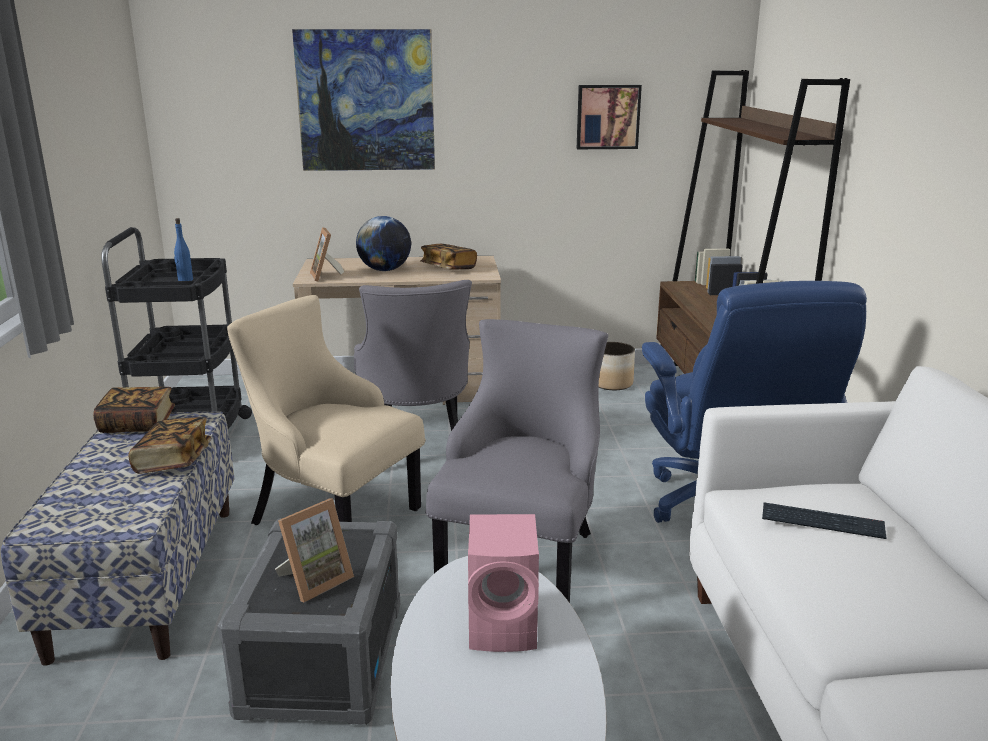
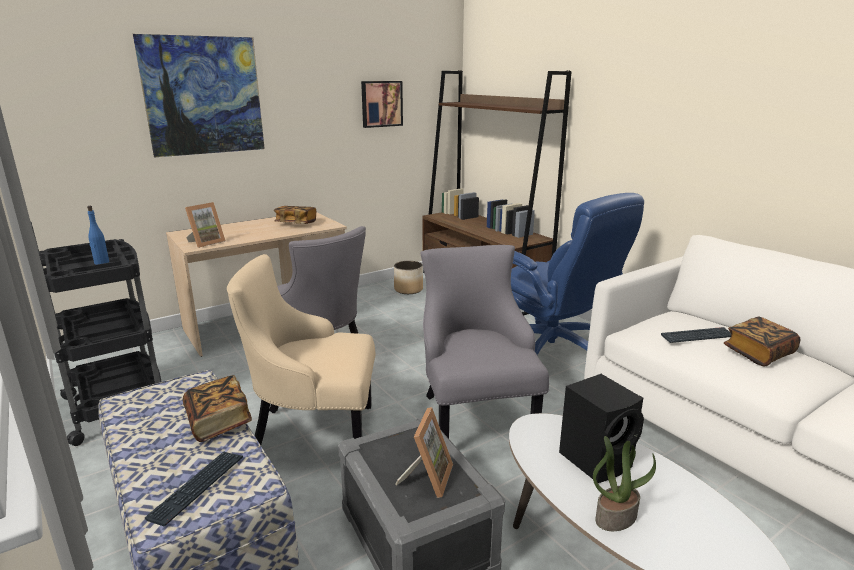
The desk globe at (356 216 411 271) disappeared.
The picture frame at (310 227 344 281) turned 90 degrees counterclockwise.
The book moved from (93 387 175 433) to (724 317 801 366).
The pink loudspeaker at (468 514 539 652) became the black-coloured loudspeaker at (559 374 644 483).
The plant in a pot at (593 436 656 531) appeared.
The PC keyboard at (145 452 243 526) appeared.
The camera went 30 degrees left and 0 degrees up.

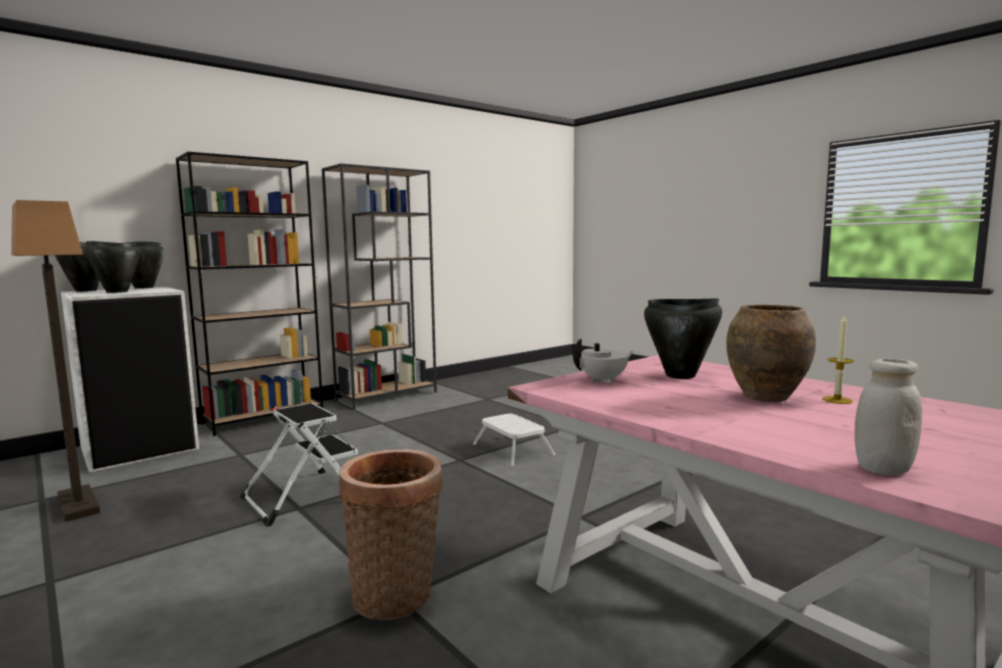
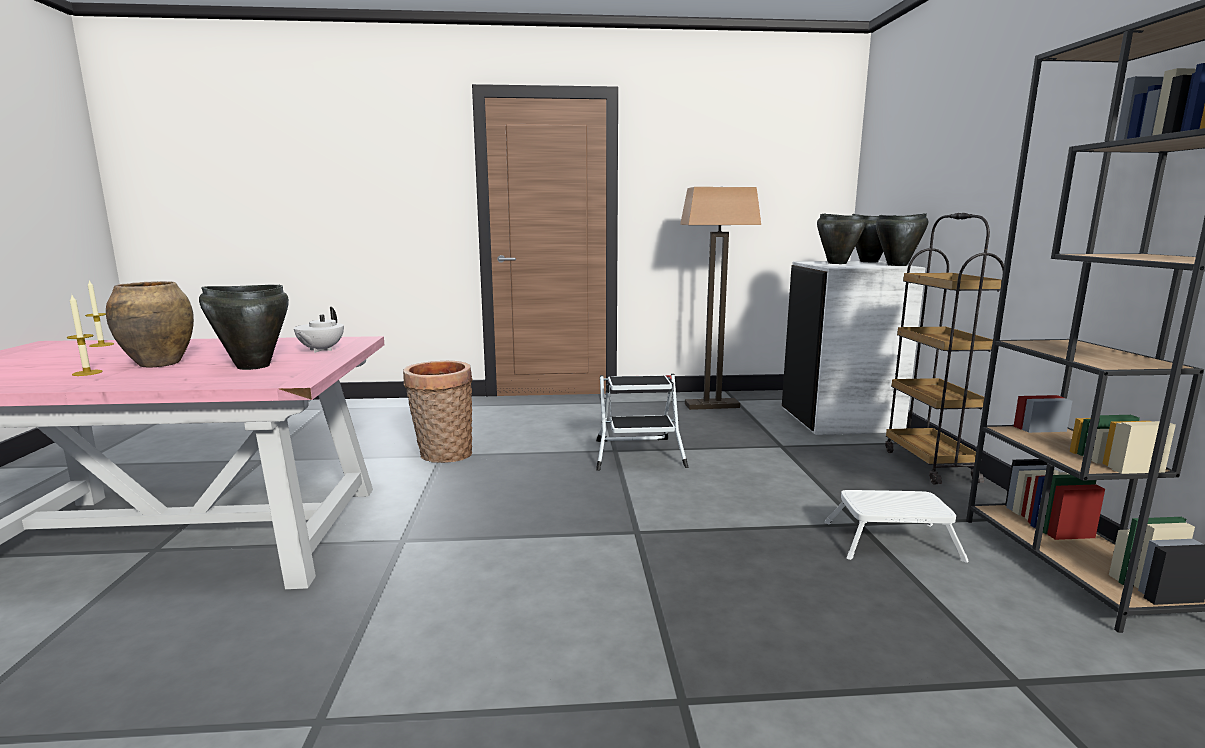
The beige-coloured bookcase at (176 152 323 436) was replaced by the brown trolley at (885 213 1004 485).
The whitish jar at (855 359 922 476) was replaced by the wax light at (85 280 114 347).
The whitish step ladder moved from (473 414 555 466) to (824 490 969 563).
The camera went 125 degrees right and 5 degrees up.

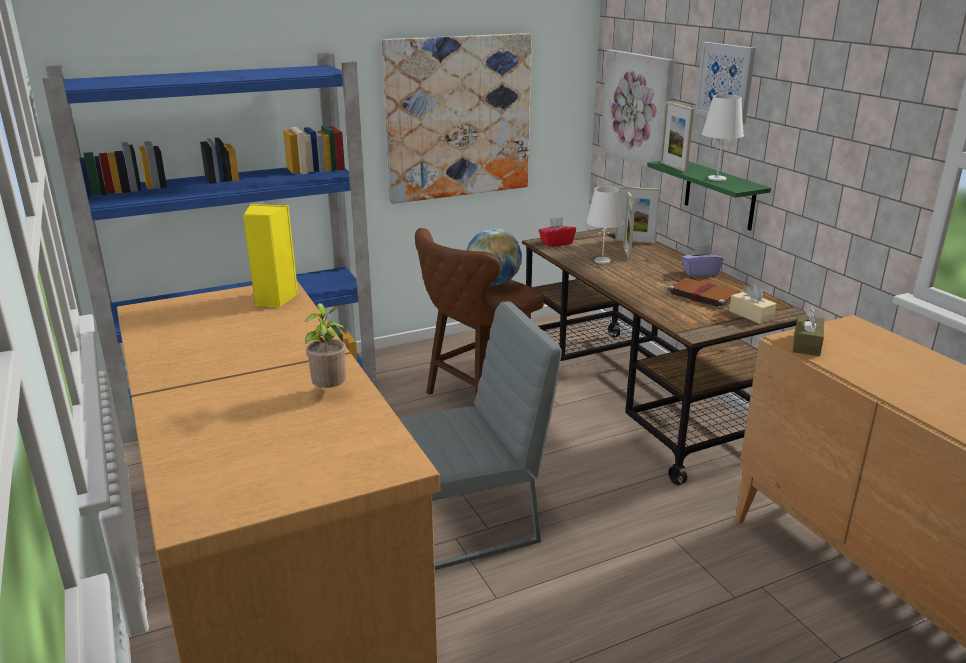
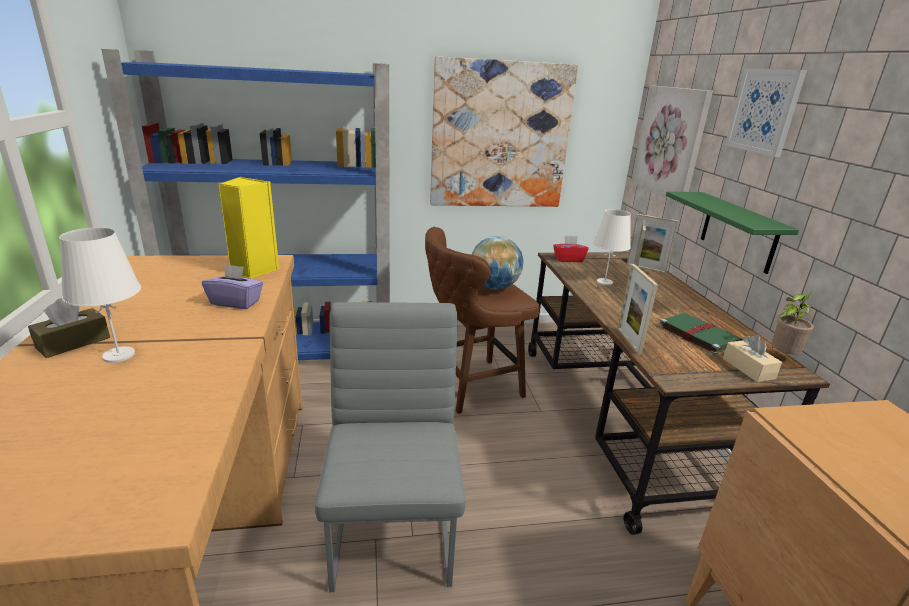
The whitish table lamp moved from (702 94 744 181) to (59 227 141 363).
The picture frame moved from (660 102 694 172) to (618 264 658 355).
The purplish tissue holder moved from (681 245 724 277) to (202 264 263 309).
The brown book at (667 278 740 309) became the greenish book at (658 313 742 355).
The greyish plain chair at (399 301 562 570) turned 90 degrees counterclockwise.
The plant in a pot moved from (304 303 346 388) to (772 291 815 355).
The brown tissue holder moved from (793 306 824 356) to (28 298 110 358).
The camera went 15 degrees right and 0 degrees up.

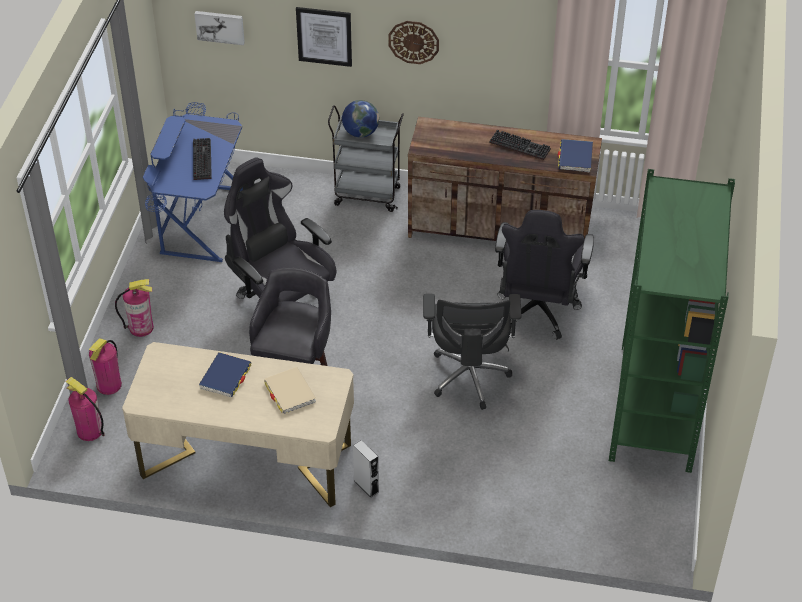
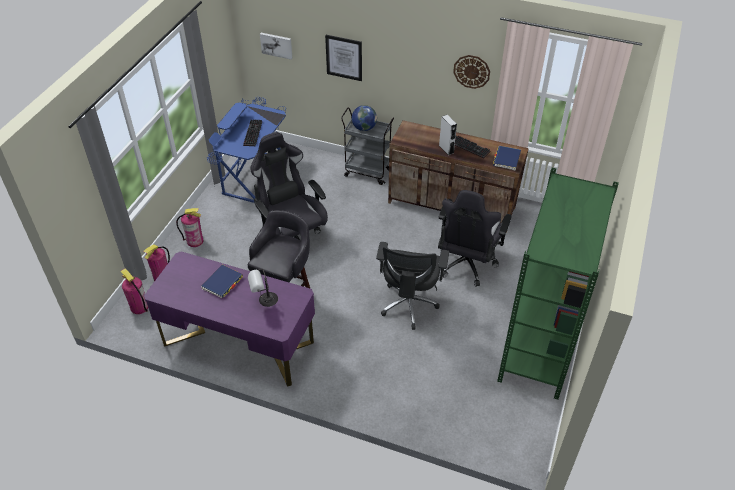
The clock on the wall moved from (388 21 439 64) to (453 55 490 89).
The beige-coloured desk table at (122 342 354 507) became the purplish desk table at (144 251 315 387).
The beige-coloured book at (264 367 316 414) was replaced by the table lamp at (248 269 278 307).
The greyish loudspeaker moved from (353 440 379 497) to (439 115 457 155).
The camera went 10 degrees right and 0 degrees up.

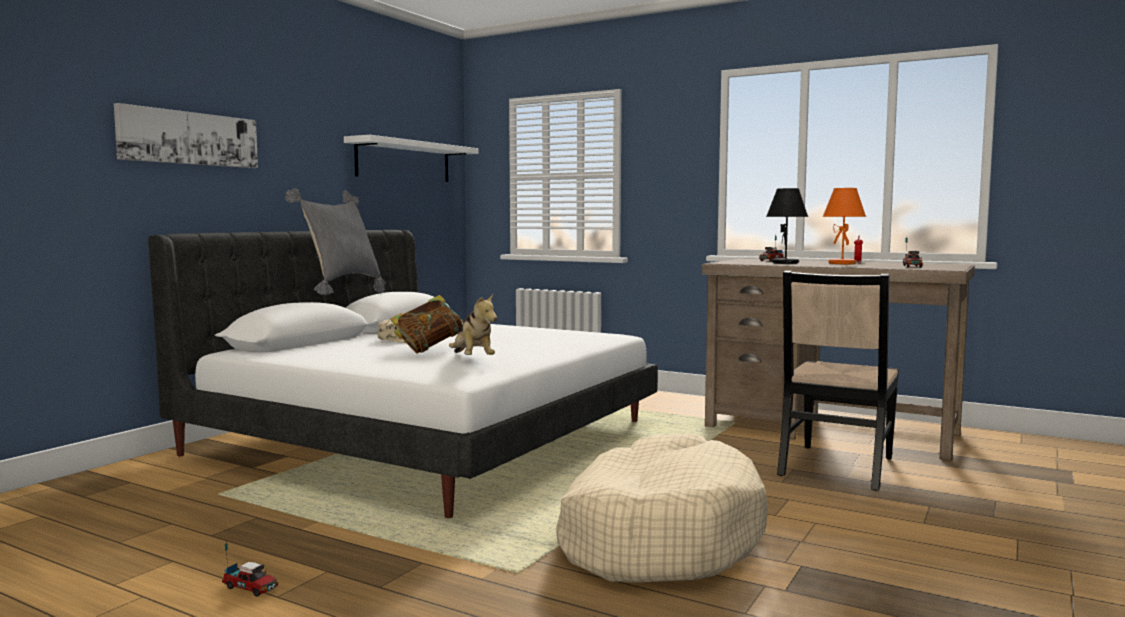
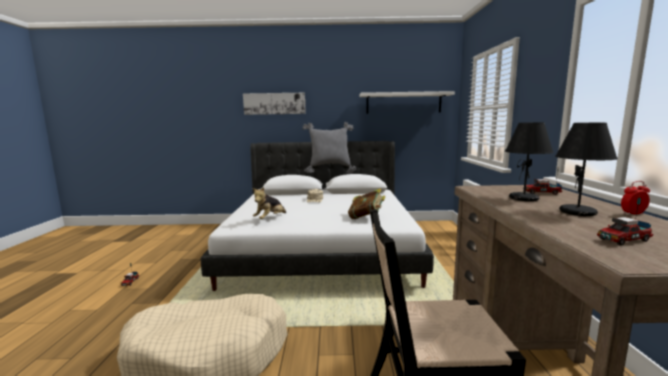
The orangey table lamp at (822 188 866 264) became the black-coloured table lamp at (555 123 618 216).
The book moved from (390 295 464 353) to (348 189 385 219).
The camera went 60 degrees right and 5 degrees up.

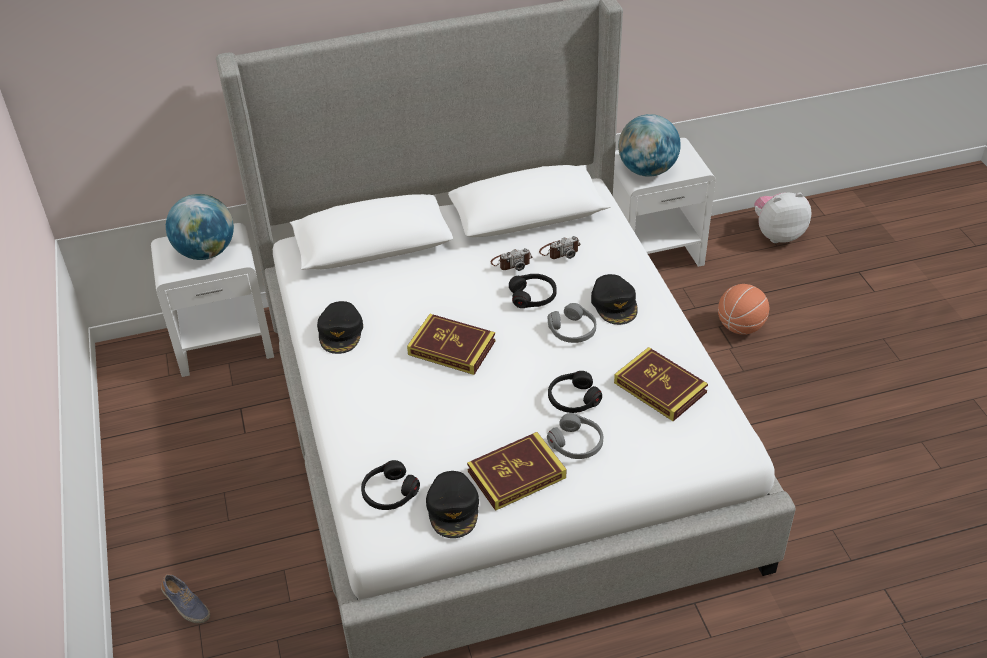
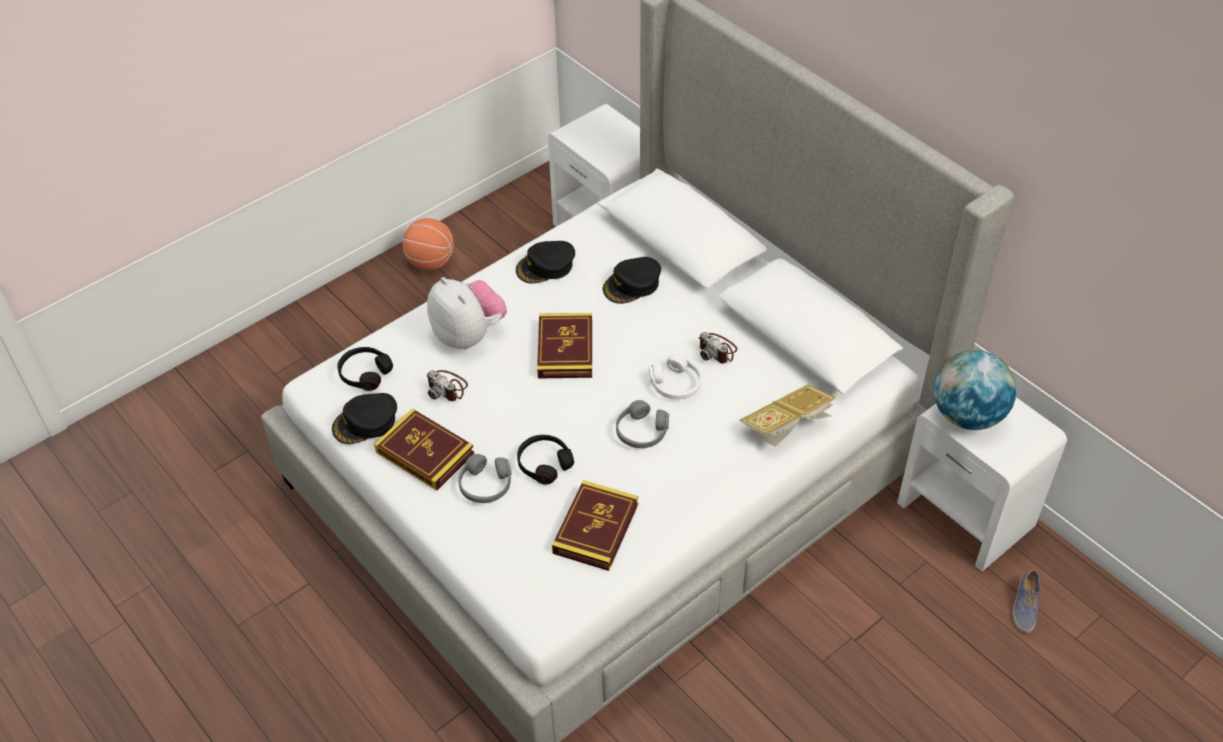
The soft toy moved from (754 192 811 243) to (427 277 507 349).
The desk globe at (166 194 234 260) disappeared.
The still camera moved from (539 236 581 259) to (426 370 468 401).
The black-coloured pair of headphones at (509 274 557 308) became the whitish pair of headphones at (649 354 701 400).
The black-coloured baseball cap moved from (591 274 638 325) to (603 257 661 304).
The ball for basketball moved from (718 284 769 335) to (402 218 454 270).
The low shoe moved from (161 574 210 624) to (1012 570 1041 633).
The book at (740 385 836 447) appeared.
The camera went 65 degrees right and 5 degrees up.

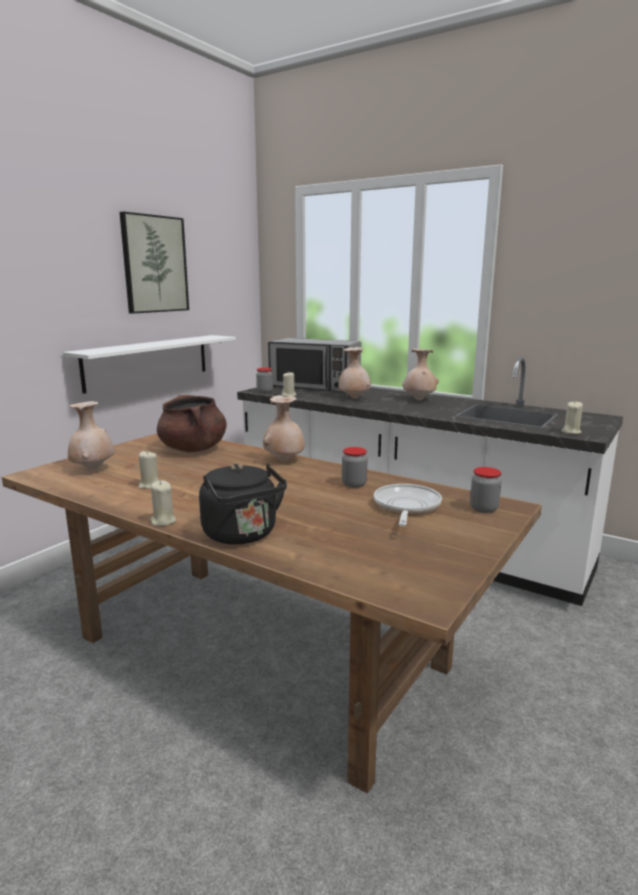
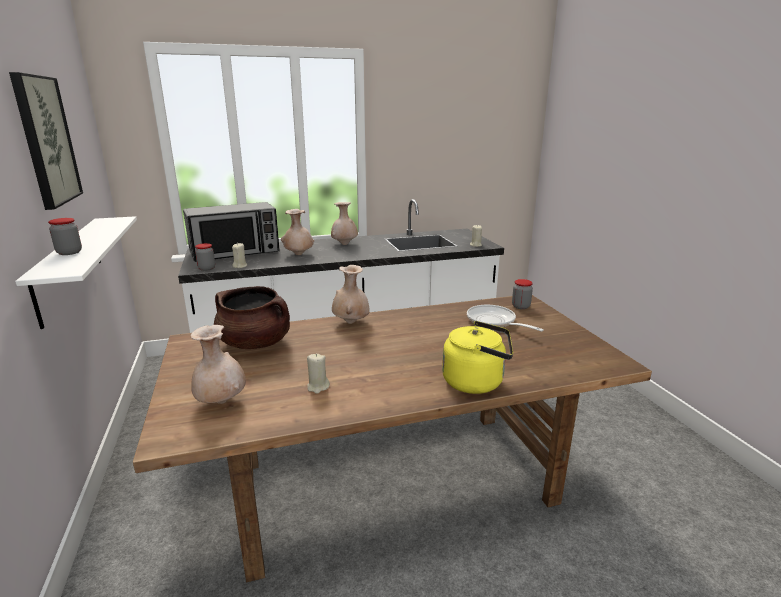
The jar moved from (342 447 368 488) to (48 218 82 255).
The black-coloured tea kettle at (199 464 287 544) became the yellowish tea kettle at (442 321 513 394).
The beige-coloured wax light at (150 480 176 526) disappeared.
The camera went 50 degrees left and 5 degrees up.

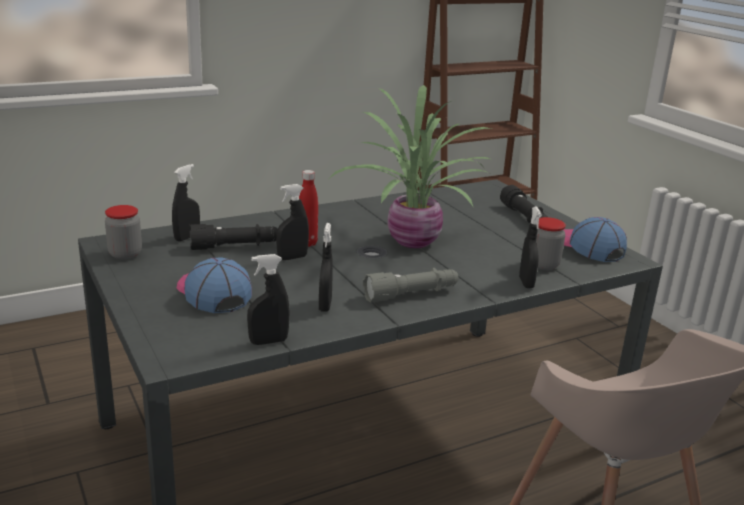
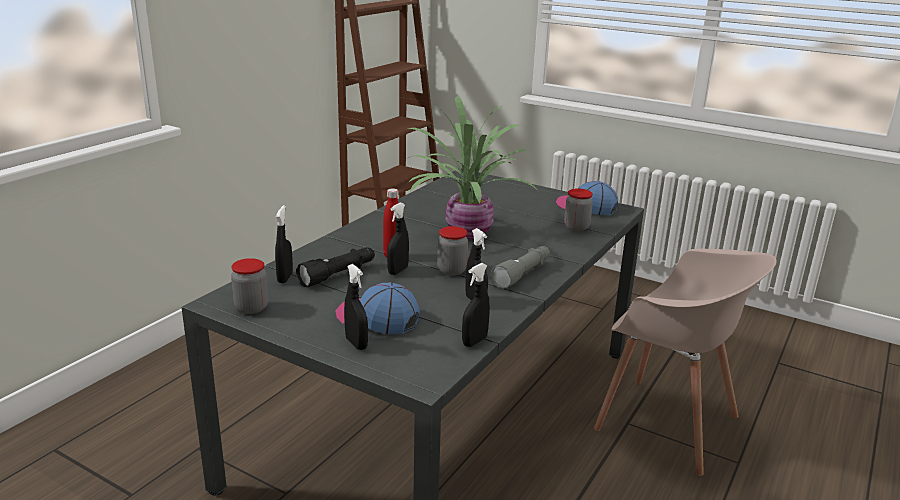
The black-coloured flashlight at (500 185 547 223) disappeared.
The black-coloured sprayer moved from (519 207 542 288) to (344 264 368 350).
The jar at (437 226 468 276) appeared.
The camera went 30 degrees left and 0 degrees up.

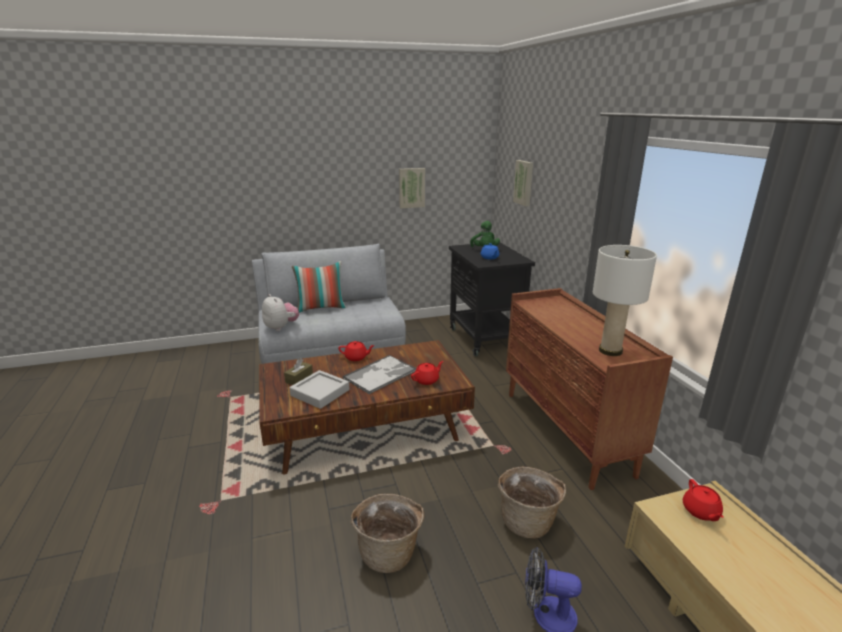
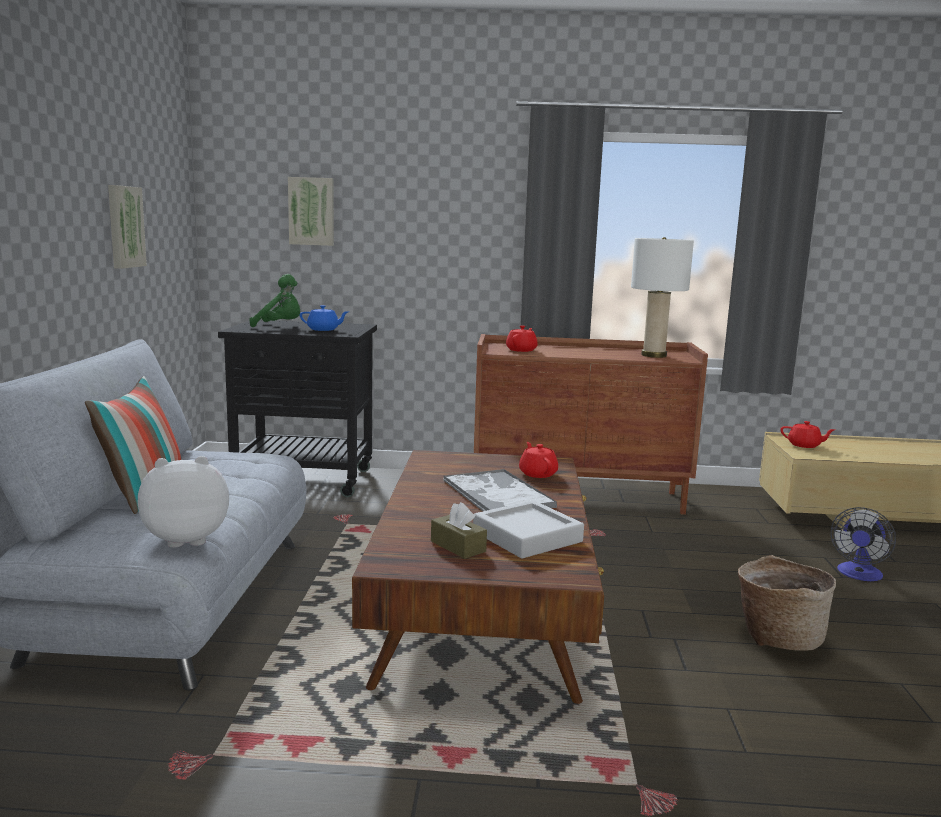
The red tea pot moved from (338 341 375 361) to (506 326 538 352).
The basket at (498 467 566 539) disappeared.
The camera went 70 degrees left and 10 degrees down.

